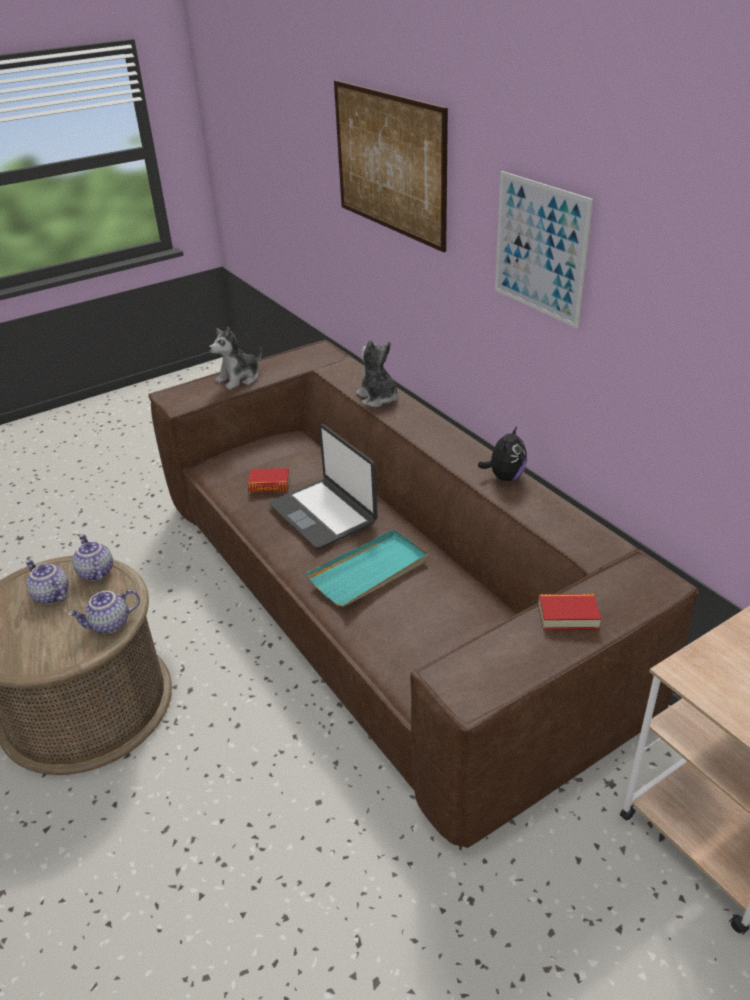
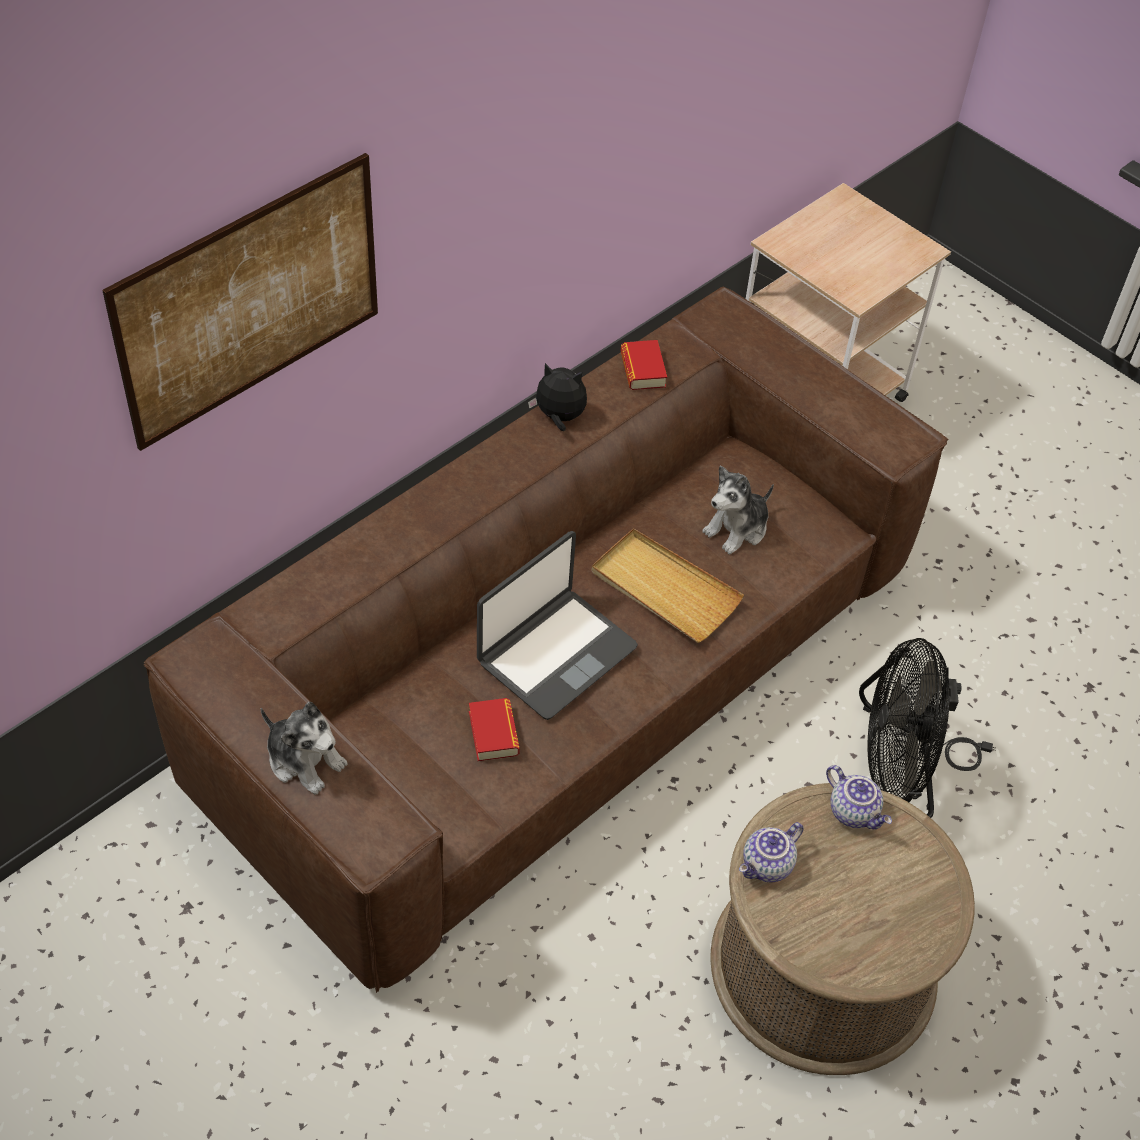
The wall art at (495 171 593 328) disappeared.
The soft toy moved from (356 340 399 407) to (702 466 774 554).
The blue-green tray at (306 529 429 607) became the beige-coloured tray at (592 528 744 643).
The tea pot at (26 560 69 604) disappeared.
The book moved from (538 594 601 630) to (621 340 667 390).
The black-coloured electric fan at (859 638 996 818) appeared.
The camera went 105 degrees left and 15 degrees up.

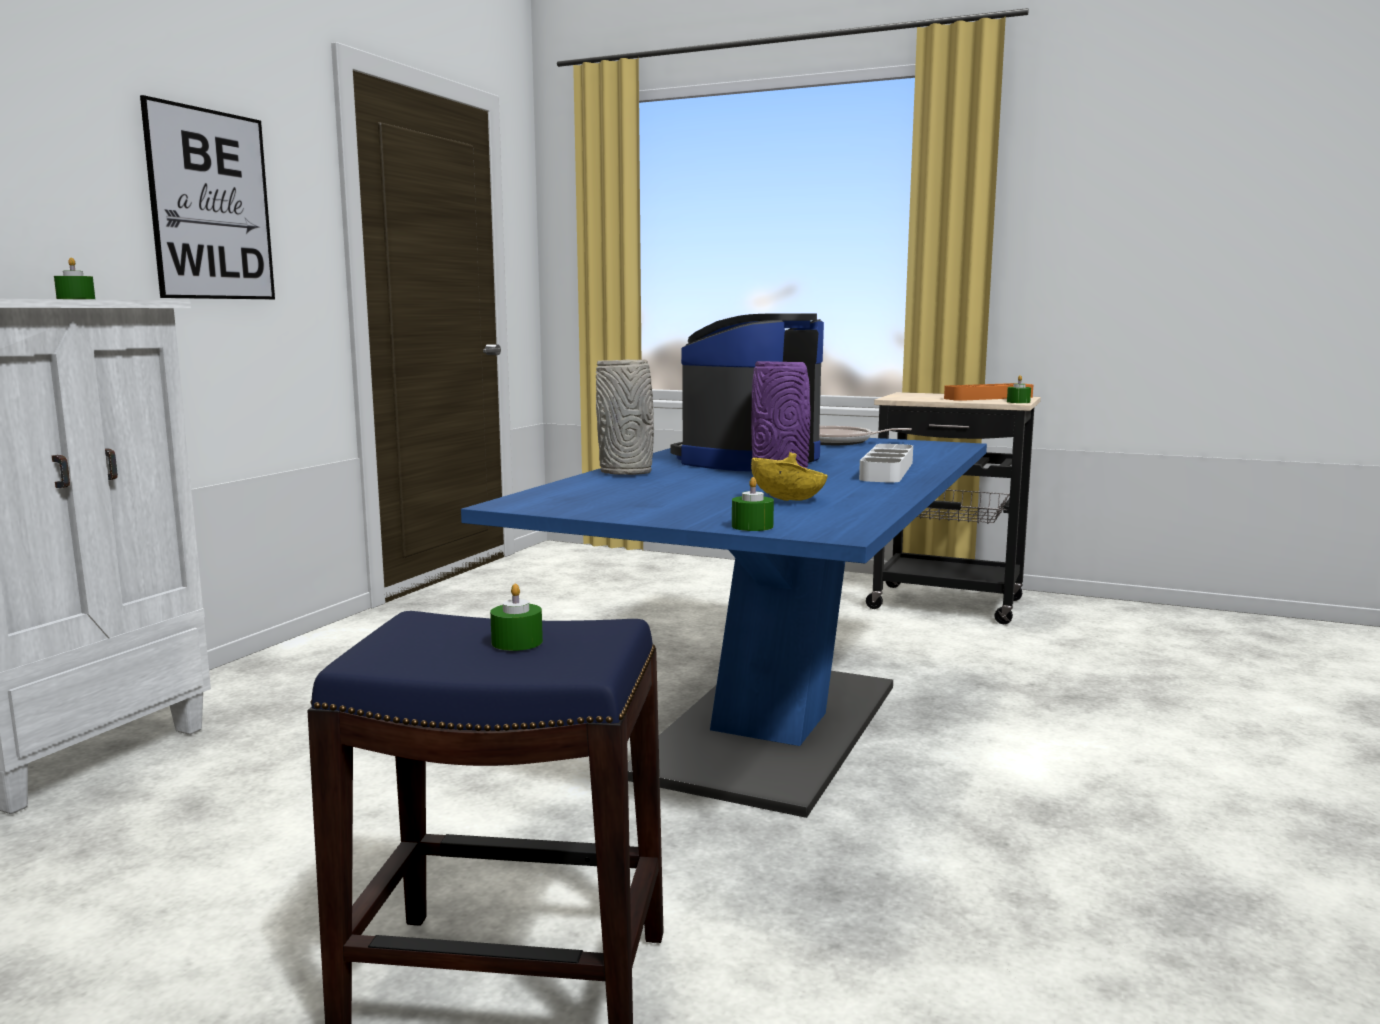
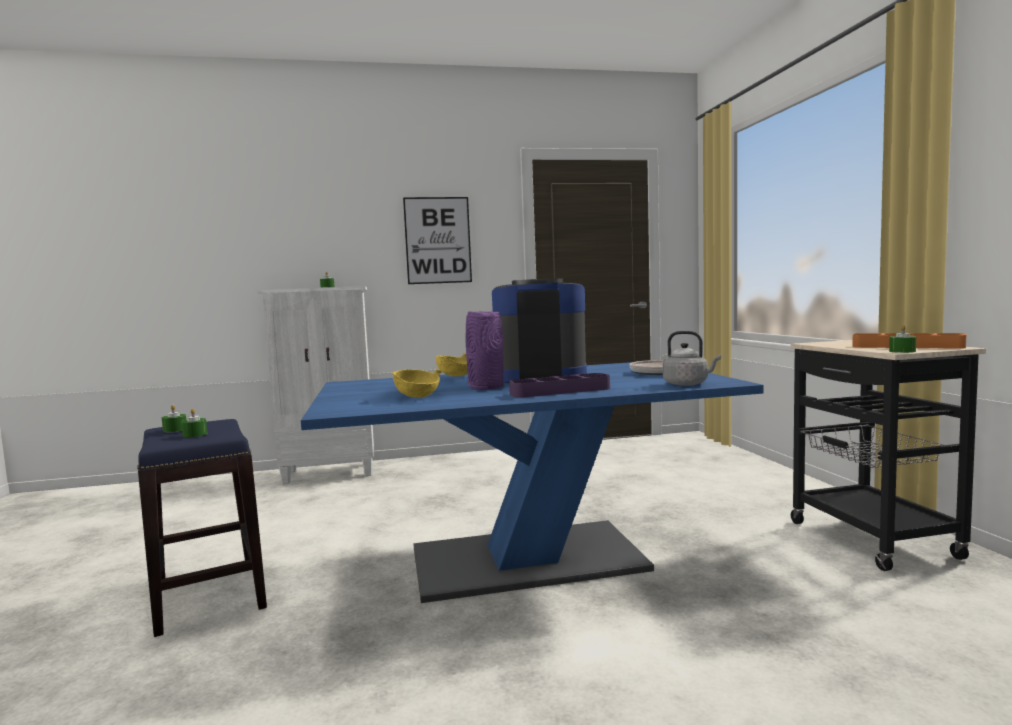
The greyish decorative vase at (596 360 654 475) was replaced by the yellowish deep dish at (436 353 468 377).
The whitish tray at (859 444 913 483) became the purplish tray at (509 373 610 398).
The greenish wax light moved from (732 477 774 531) to (162 405 186 432).
The greyish tea kettle at (663 331 721 386) appeared.
The camera went 55 degrees right and 5 degrees down.

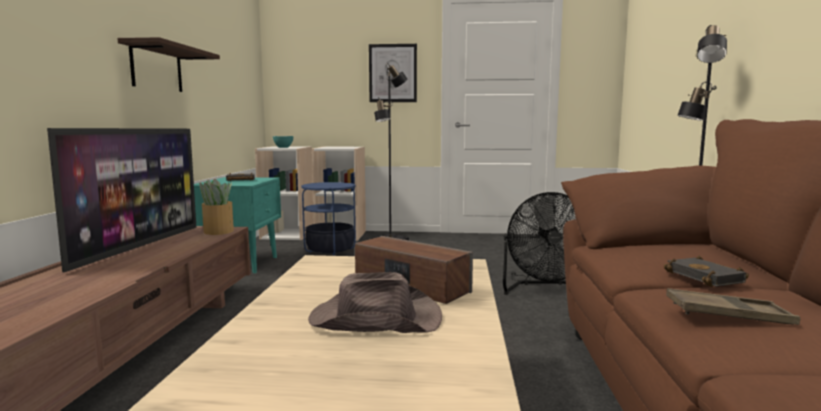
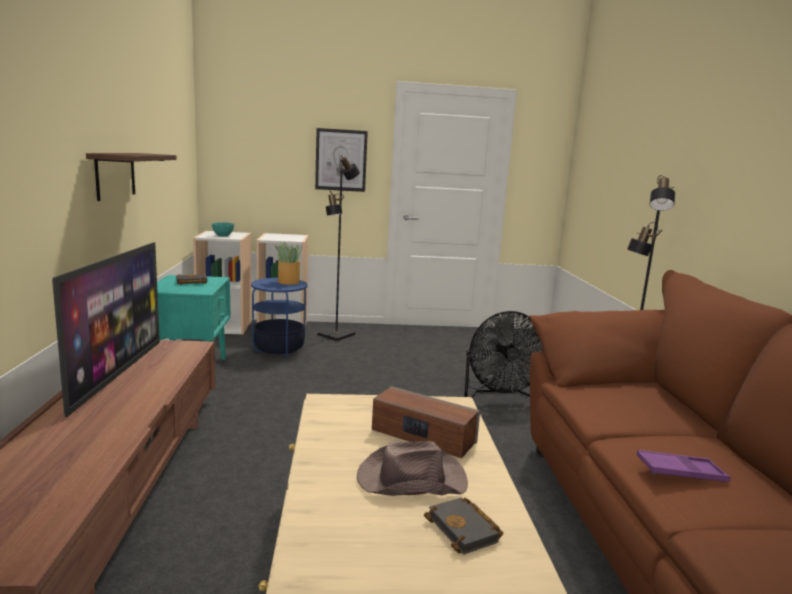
The plant in a pot moved from (199 179 234 235) to (275 242 302 285).
The black-coloured book moved from (664 256 749 287) to (424 498 503 555).
The brown tray at (666 288 800 325) became the purplish tray at (637 450 730 482).
The camera went 10 degrees left and 5 degrees up.

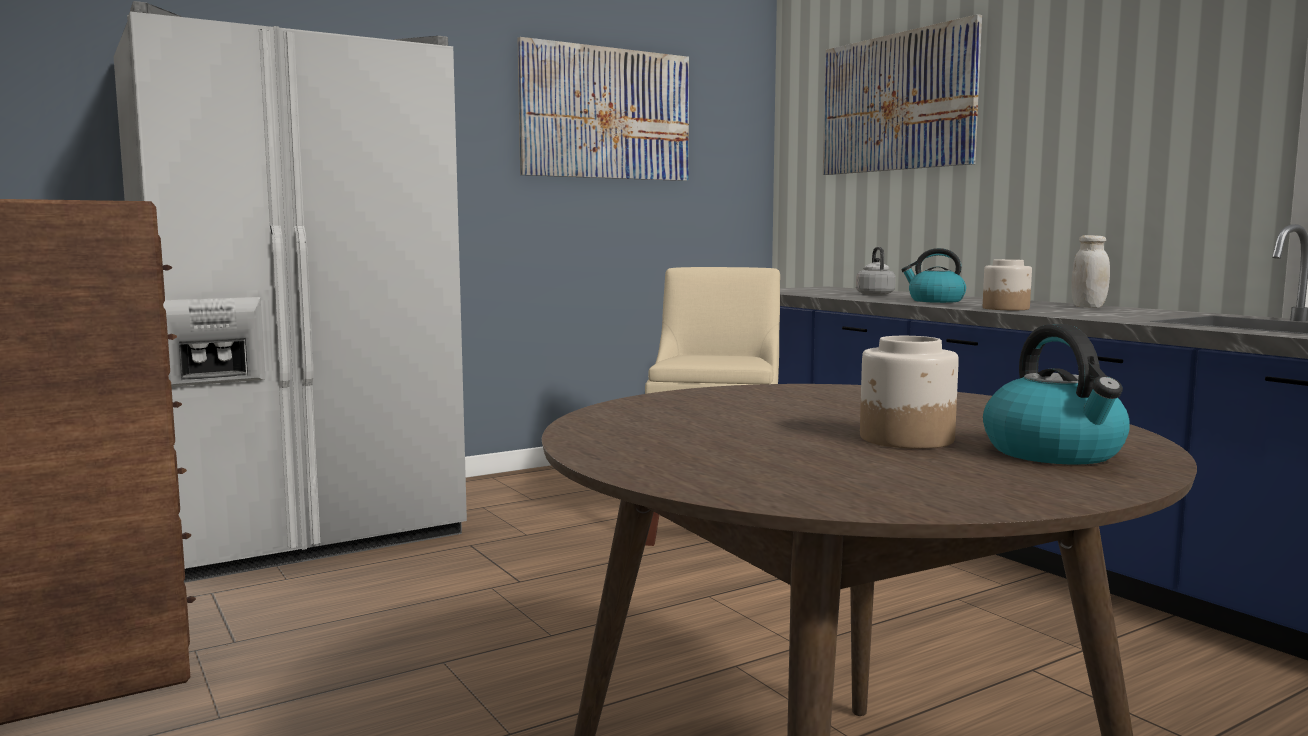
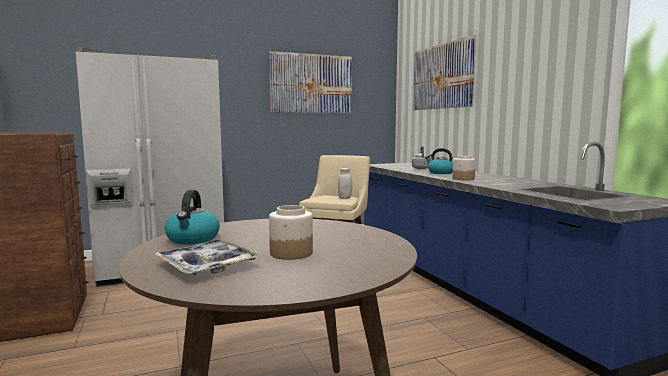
The whitish jar moved from (1071 235 1110 308) to (338 167 352 199).
The tea kettle moved from (983 324 1130 465) to (165 190 220 244).
The tray at (155 239 262 275) appeared.
The camera went 10 degrees right and 0 degrees up.

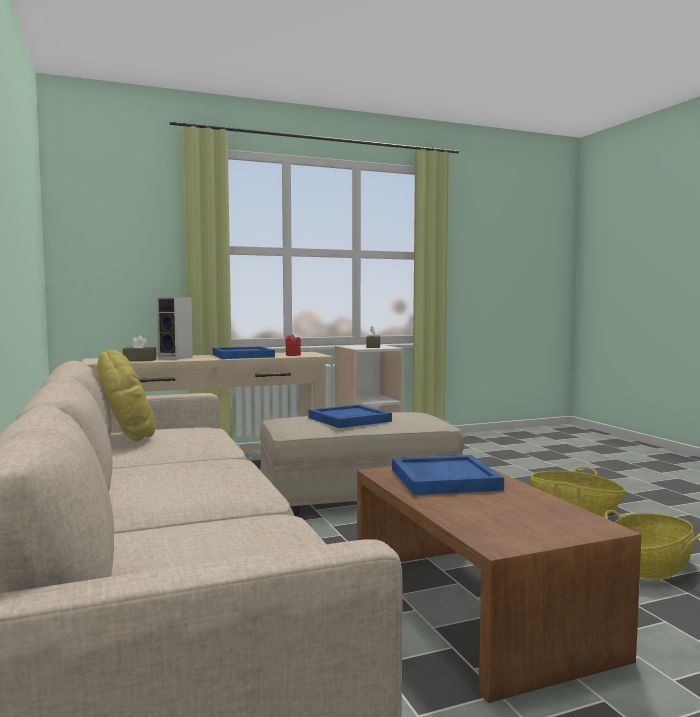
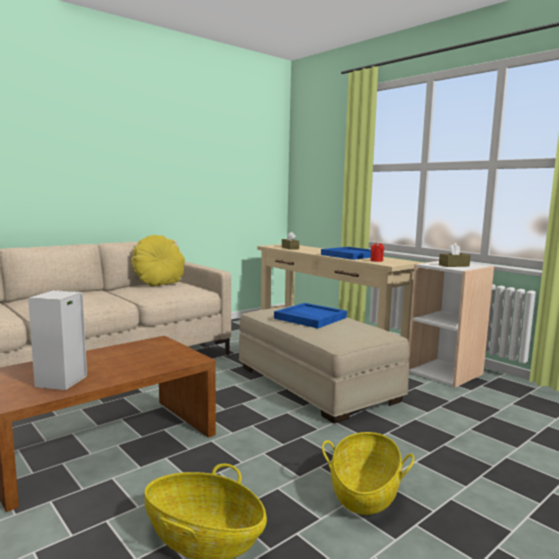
The loudspeaker moved from (156 297 193 359) to (28 290 87 390).
The bluish tray at (392 455 504 495) disappeared.
The camera went 70 degrees right and 5 degrees up.

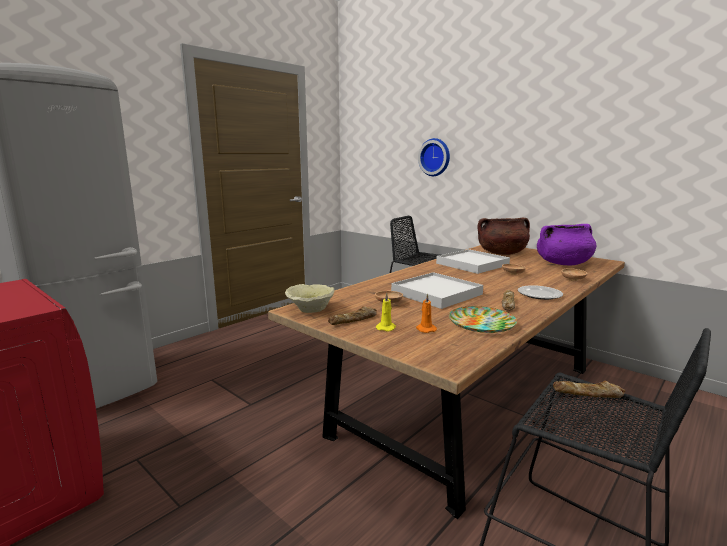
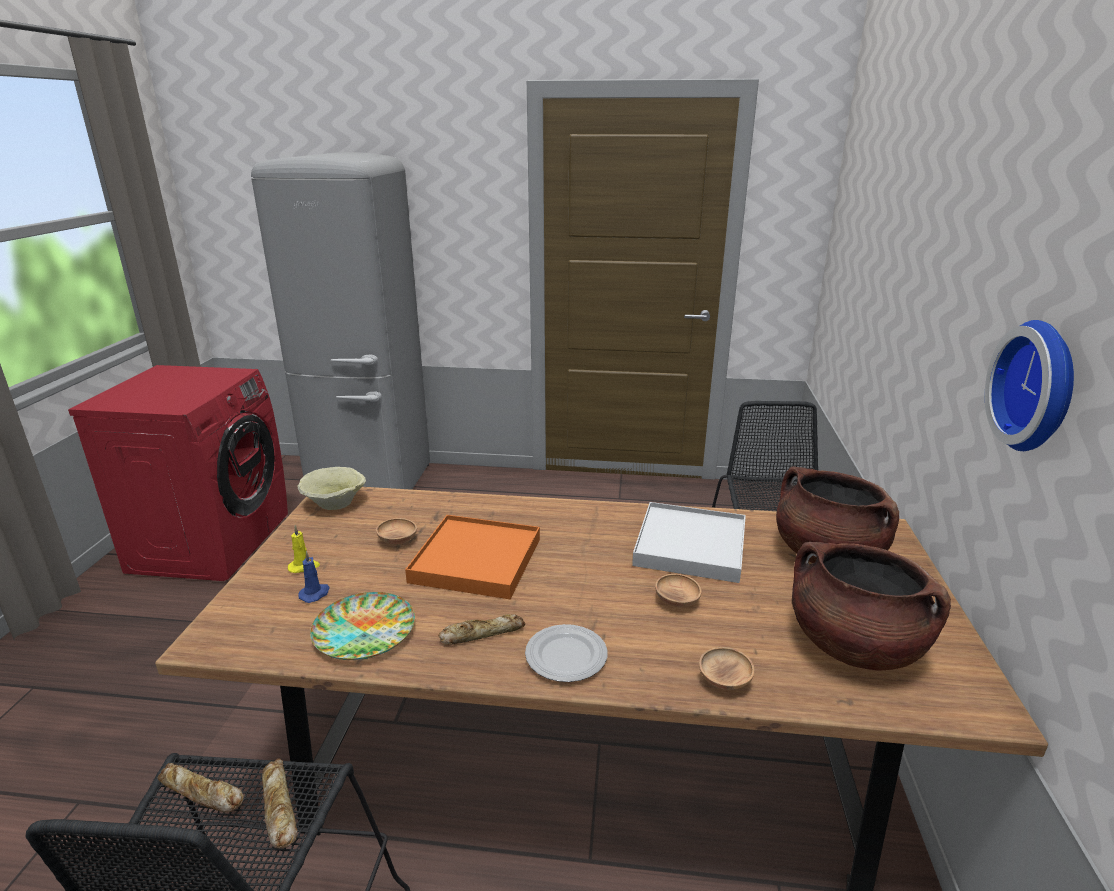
The clock on the wall moved from (418 138 450 176) to (985 320 1074 451).
The purplish cooking pot at (537 224 596 265) became the brown cooking pot at (792 542 951 671).
The whitish tray at (391 272 483 309) became the orangey tray at (405 515 540 599).
The orangey wax light at (416 294 437 333) became the bluish wax light at (299 551 330 603).
The baked bread moved from (328 306 377 325) to (157 763 244 813).
The camera went 55 degrees right and 10 degrees up.

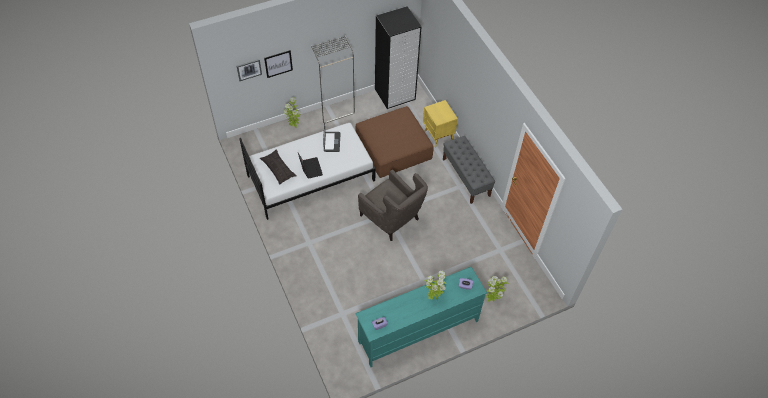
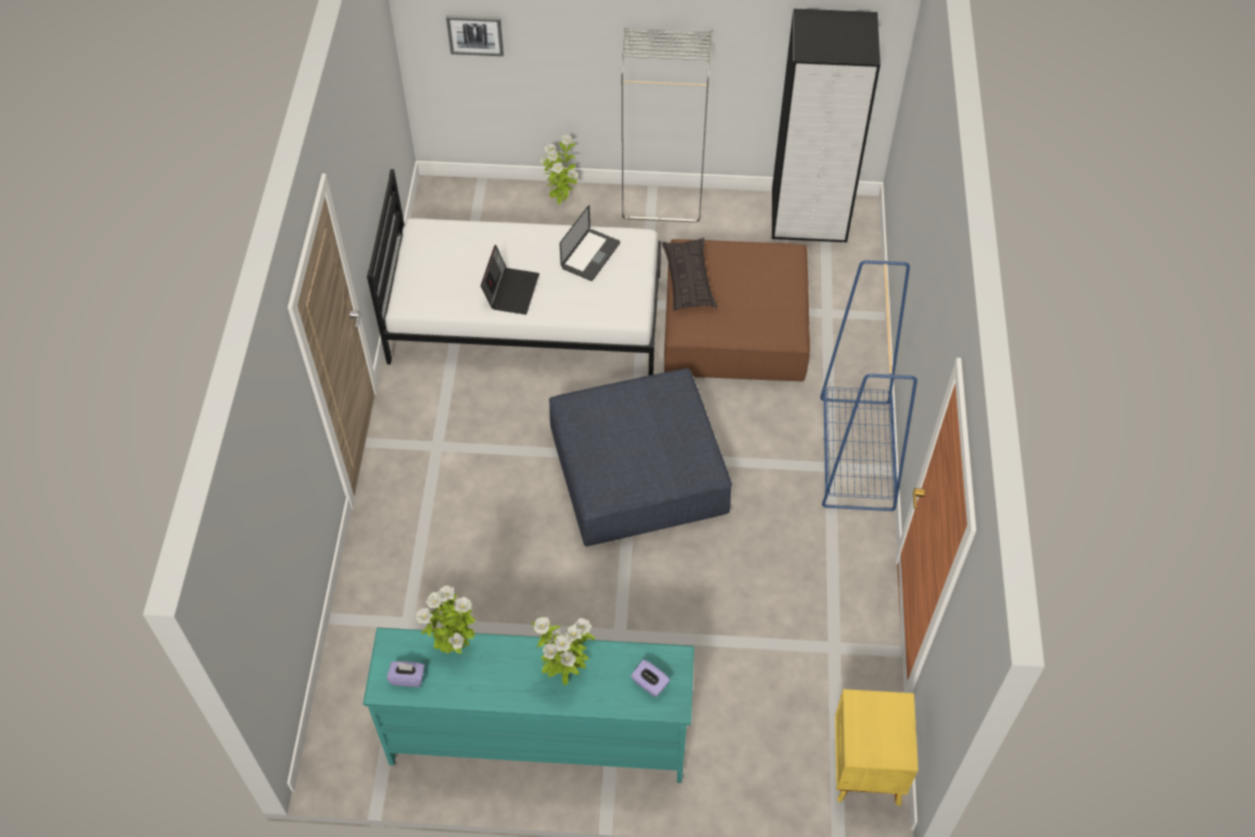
The wall art at (264 50 293 78) disappeared.
The yellowish night table moved from (423 100 458 148) to (835 689 918 806).
The greyish long seat at (443 136 495 204) was replaced by the bluish garment rack at (820 260 917 511).
The pillow moved from (260 150 296 184) to (662 238 717 311).
The greyish lounge chair at (358 170 428 241) was replaced by the bluish pouffe at (549 368 732 546).
The plant in a pot moved from (486 276 509 302) to (416 585 476 654).
The camera went 30 degrees right and 0 degrees up.

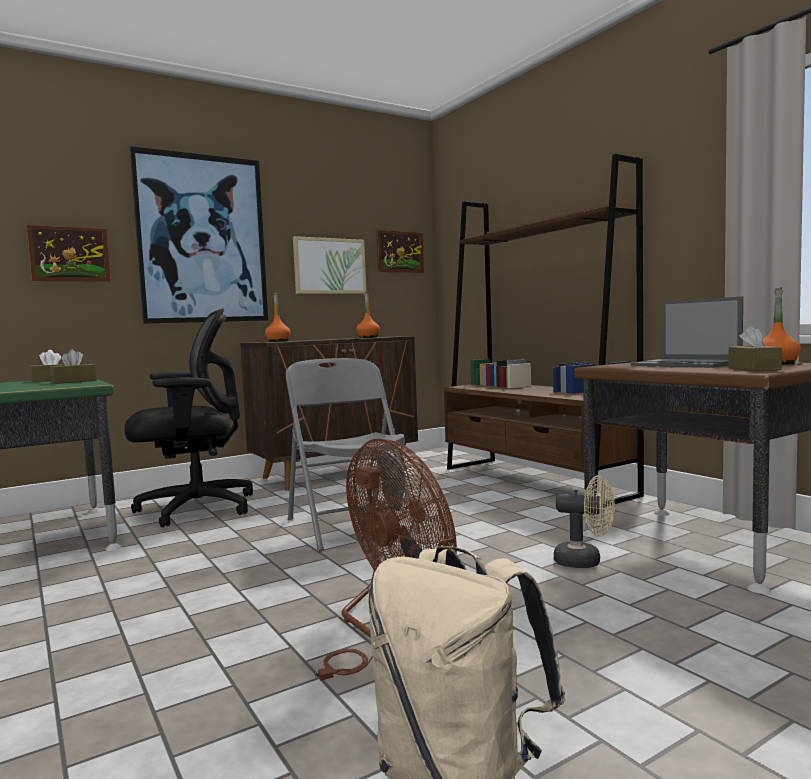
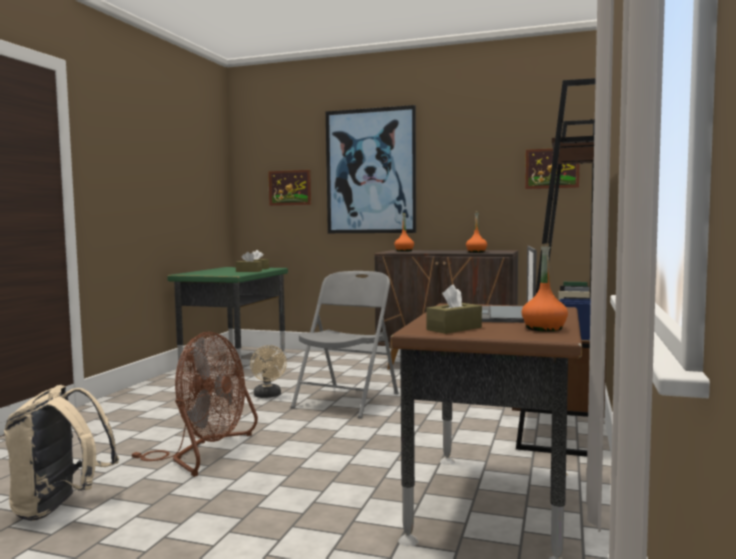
The wall art at (293 236 366 294) disappeared.
The black-coloured computer chair at (125 308 253 527) disappeared.
The beige-coloured electric fan moved from (554 475 615 568) to (250 345 287 398).
The camera went 50 degrees right and 0 degrees up.

